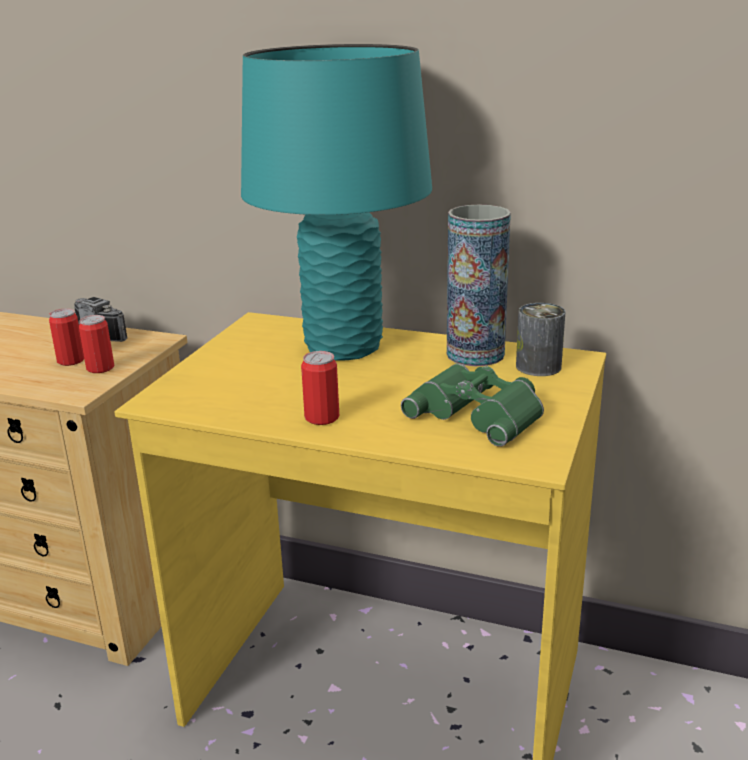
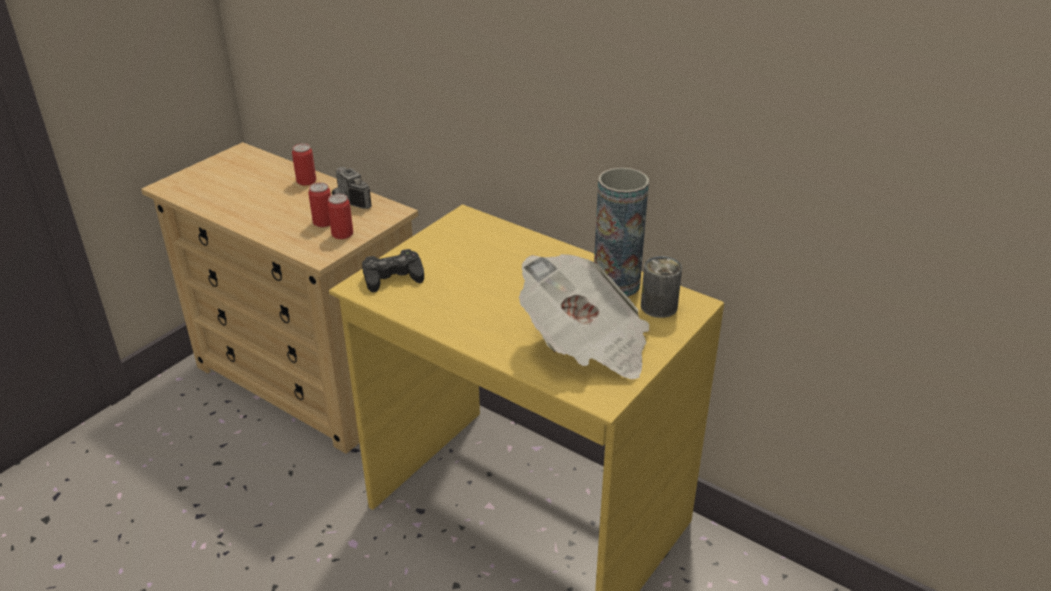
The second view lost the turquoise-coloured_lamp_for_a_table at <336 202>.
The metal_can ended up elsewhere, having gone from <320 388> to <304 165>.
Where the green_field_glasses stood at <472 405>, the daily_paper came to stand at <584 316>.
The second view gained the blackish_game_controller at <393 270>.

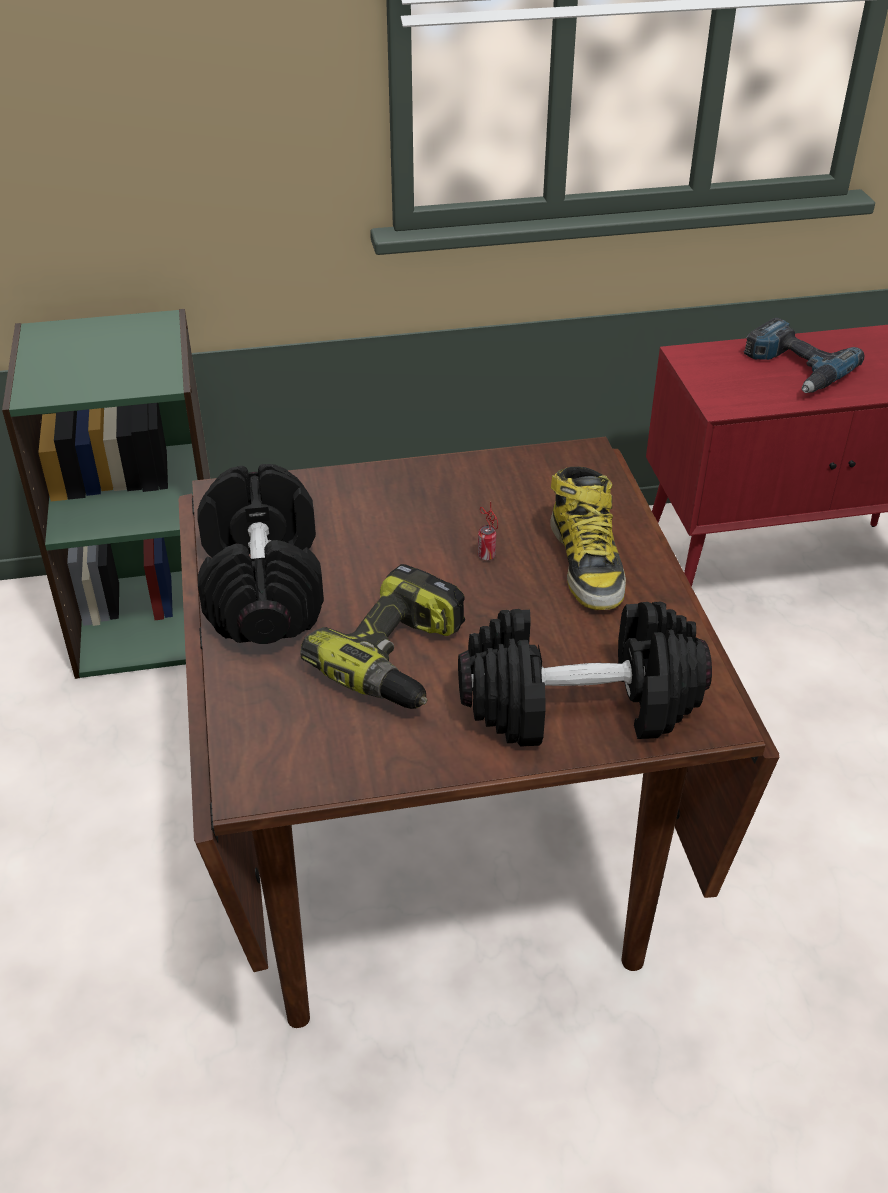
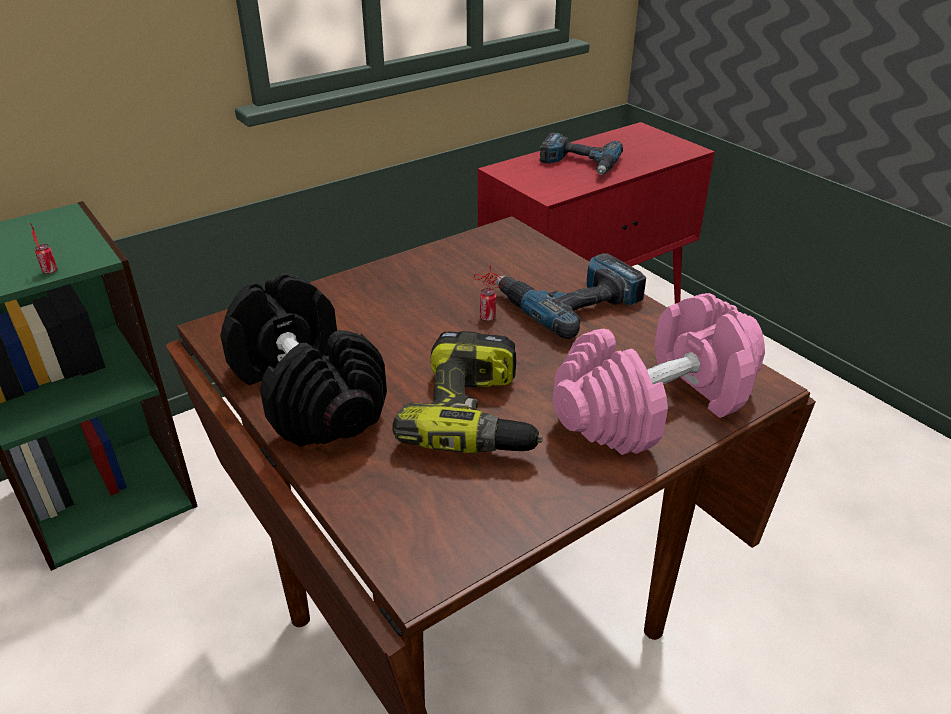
Where the tall_boot stood at <588 538>, the electric_drill came to stand at <571 296>.
What was the blackish_dumbbell at <585 673> turned into the pink-coloured_dumbbell at <659 374>.
The second view gained the metal_can at <44 248>.

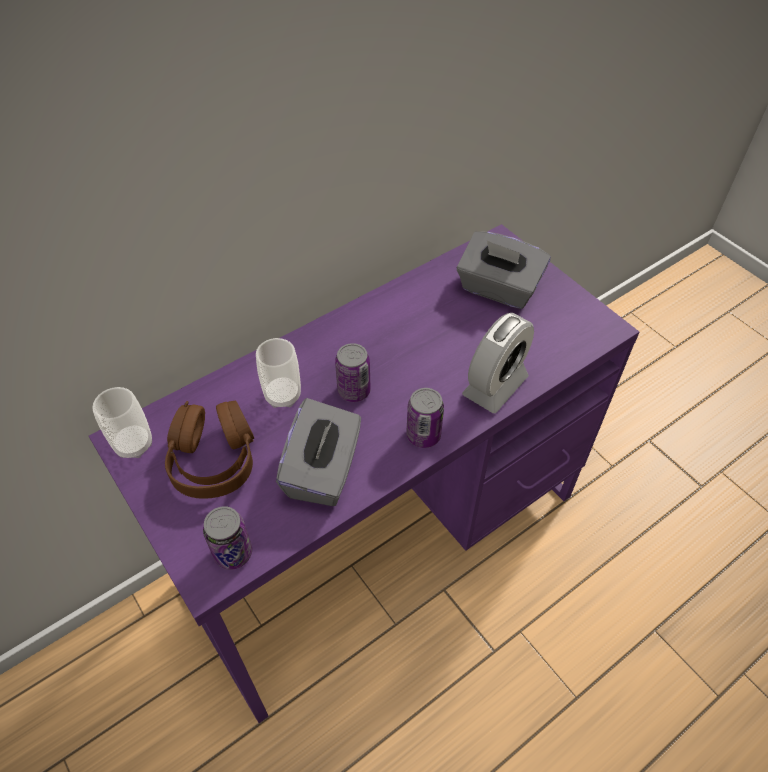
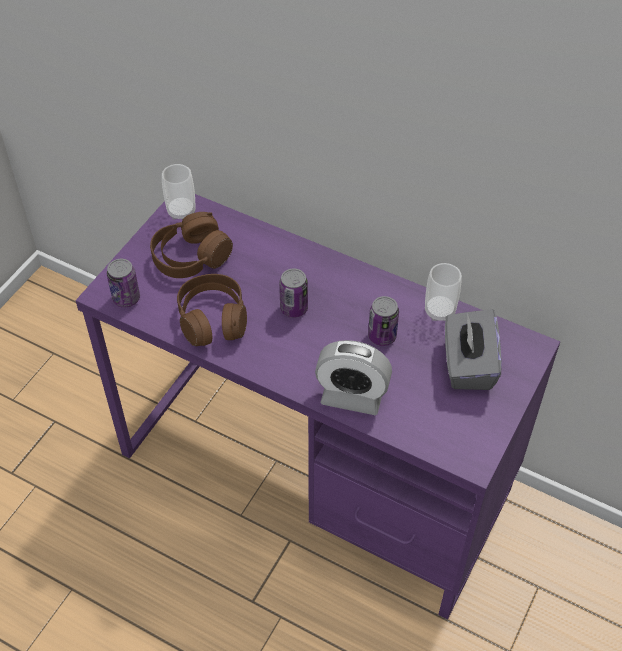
The drinking_cup ended up elsewhere, having gone from <278 373> to <443 292>.
The metal_can ended up elsewhere, having gone from <425 418> to <383 321>.
Where the greyish_box_of_tissues stood at <318 452>, the brownish_headphones came to stand at <212 310>.

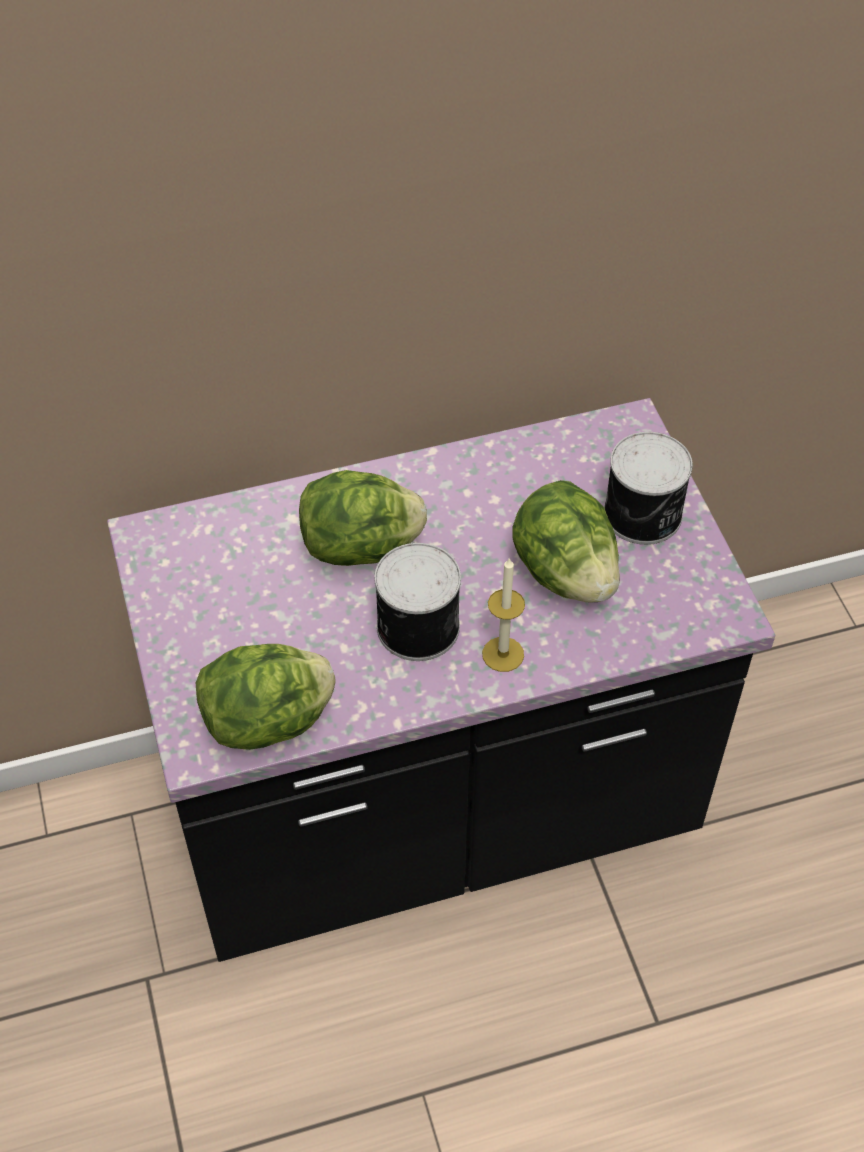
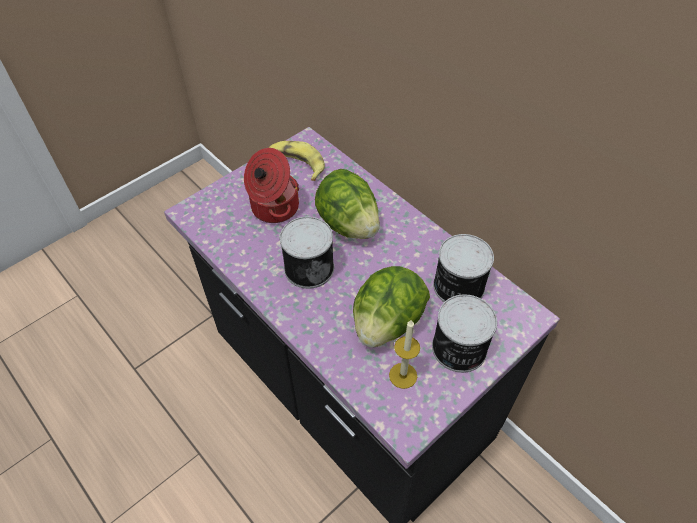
The candle ended up elsewhere, having gone from <503 614> to <404 354>.
The second view lost the lettuce_head at <266 697>.
The second view gained the banana at <297 161>.
The second view gained the saucepot at <271 185>.
The second view gained the metal_can at <463 268>.

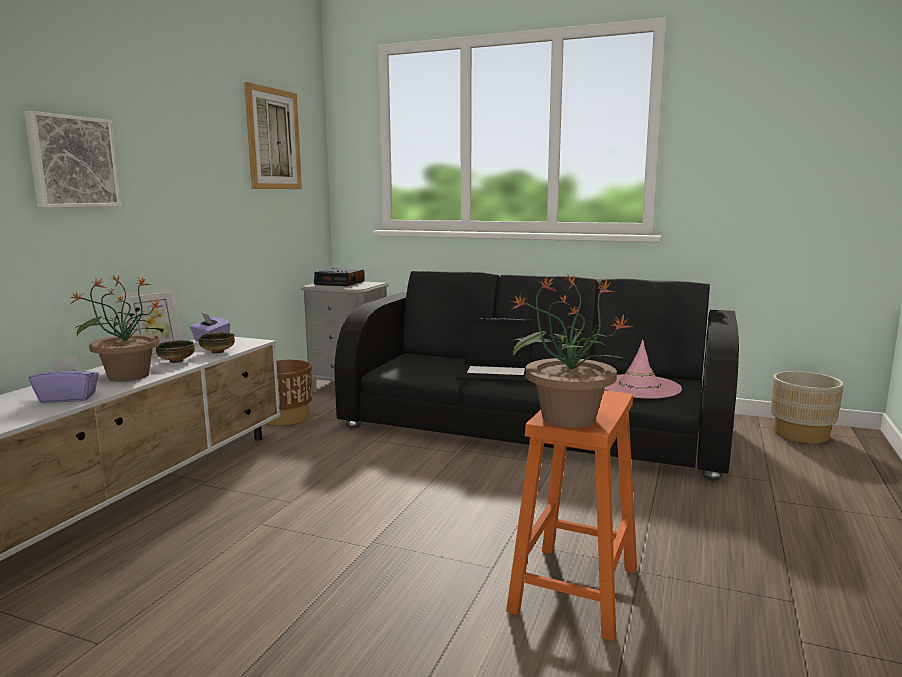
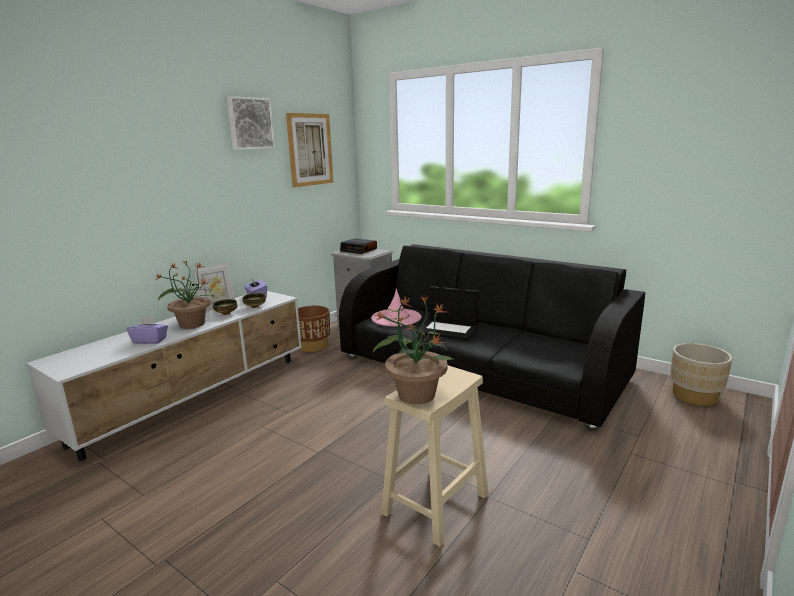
The picture ended up elsewhere, having gone from <72 159> to <251 123>.
The pink-coloured_hat ended up elsewhere, having gone from <643 369> to <396 307>.
What was the orange_sitting_stool at <571 516> turned into the beige-coloured_sitting_stool at <434 456>.

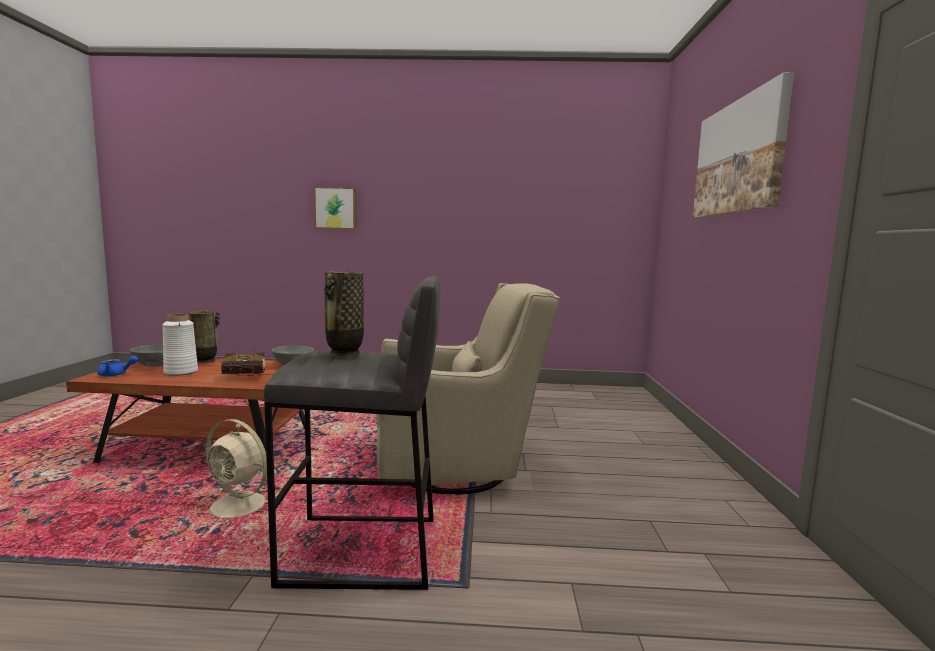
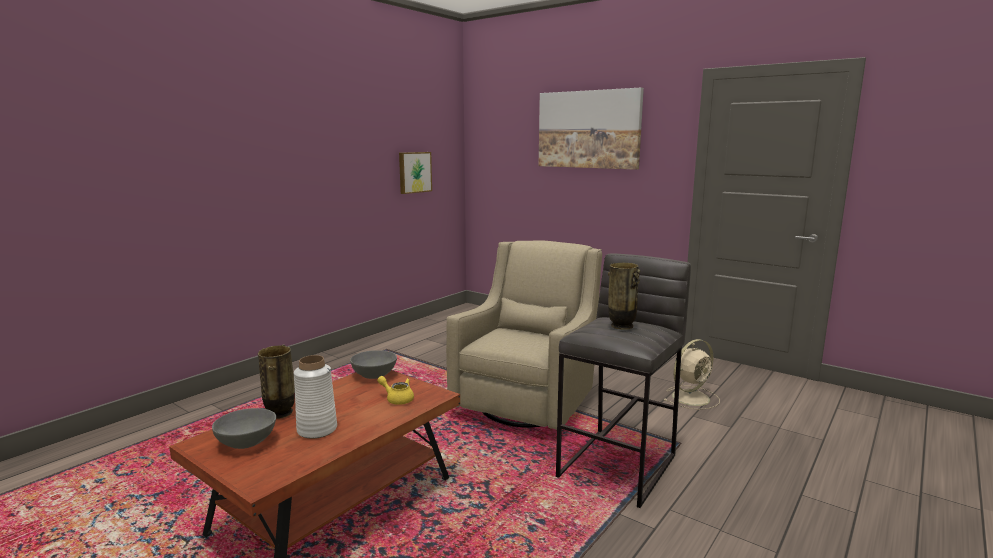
The picture ended up elsewhere, having gone from <335 208> to <415 173>.
Where the volume stood at <247 363>, the yellowish_tea_pot came to stand at <395 390>.
The second view lost the blue_tea_pot at <117 366>.
The beige-coloured_electric_fan ended up elsewhere, having gone from <230 468> to <691 374>.

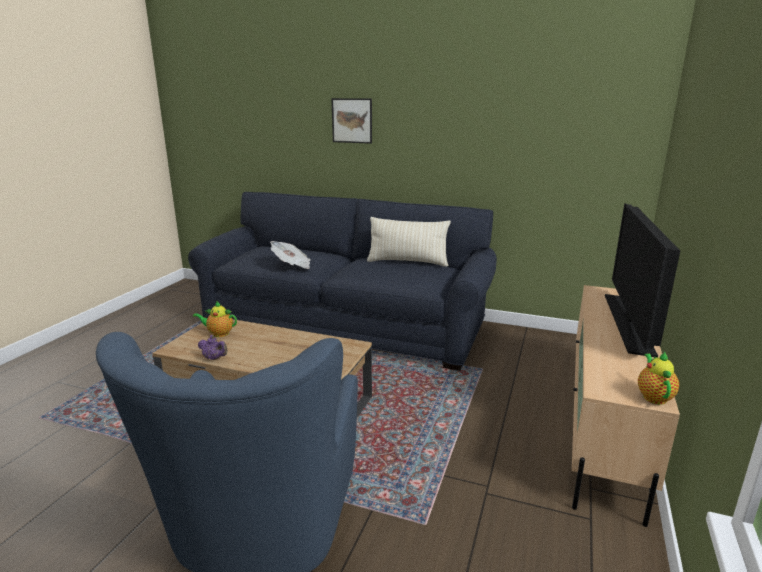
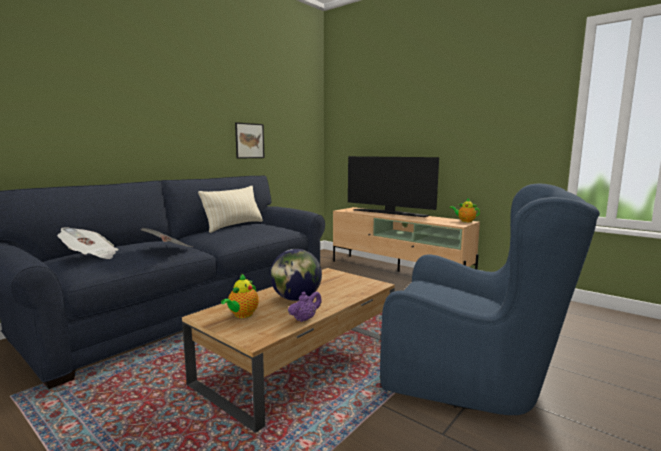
The picture ended up elsewhere, having gone from <351 121> to <250 140>.
The second view gained the daily_paper at <88 243>.
The second view gained the desk_globe at <296 275>.

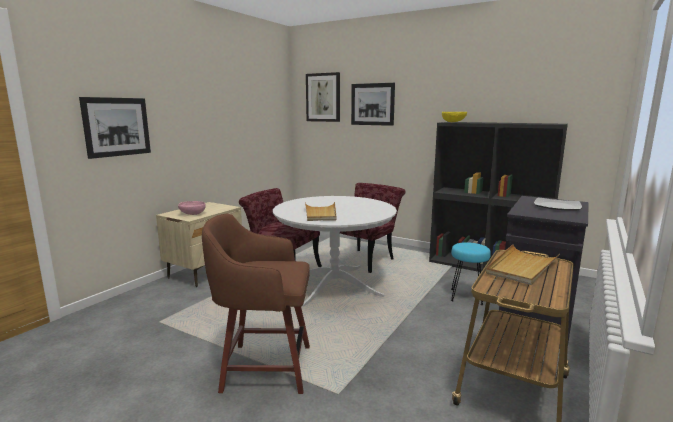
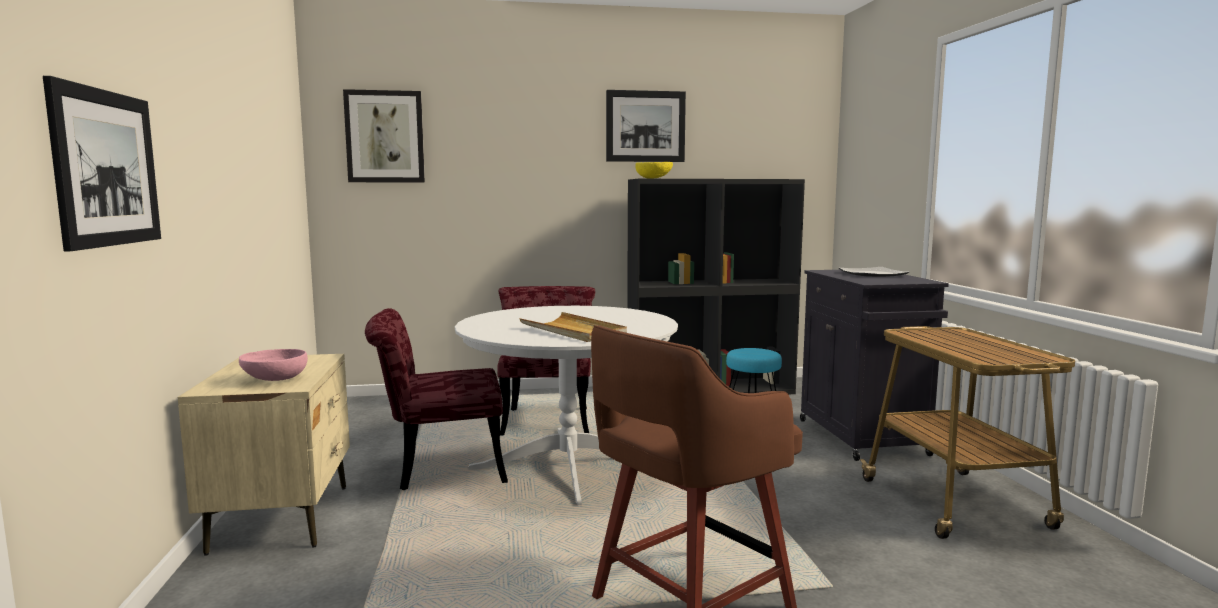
The picture ended up elsewhere, having gone from <373 104> to <646 126>.
The second view lost the beige-coloured_tray at <523 264>.

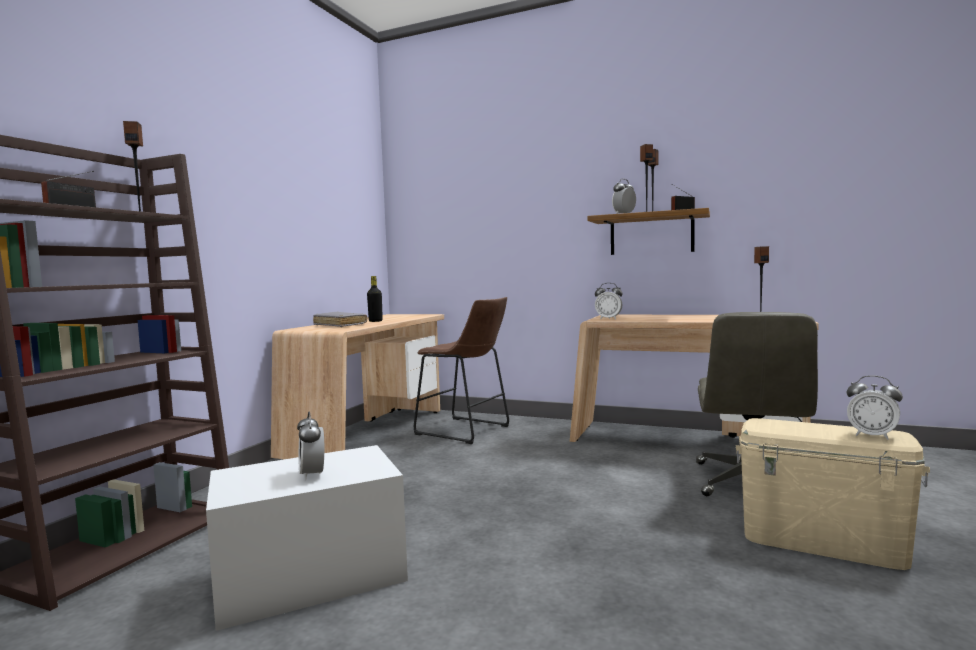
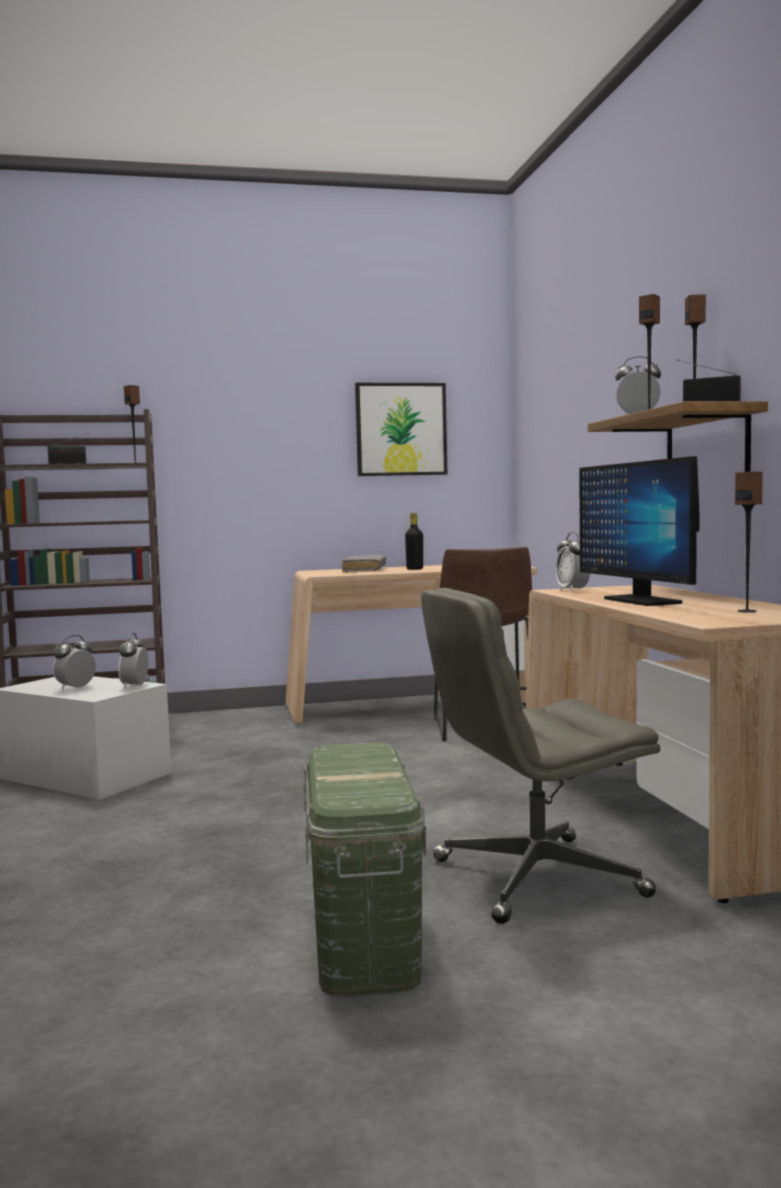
The table_clock ended up elsewhere, having gone from <875 407> to <133 661>.
What was the beige-coloured_storage_box at <833 494> turned into the green_storage_box at <364 869>.
The second view gained the picture at <401 429>.
The second view gained the computer_display at <639 531>.

